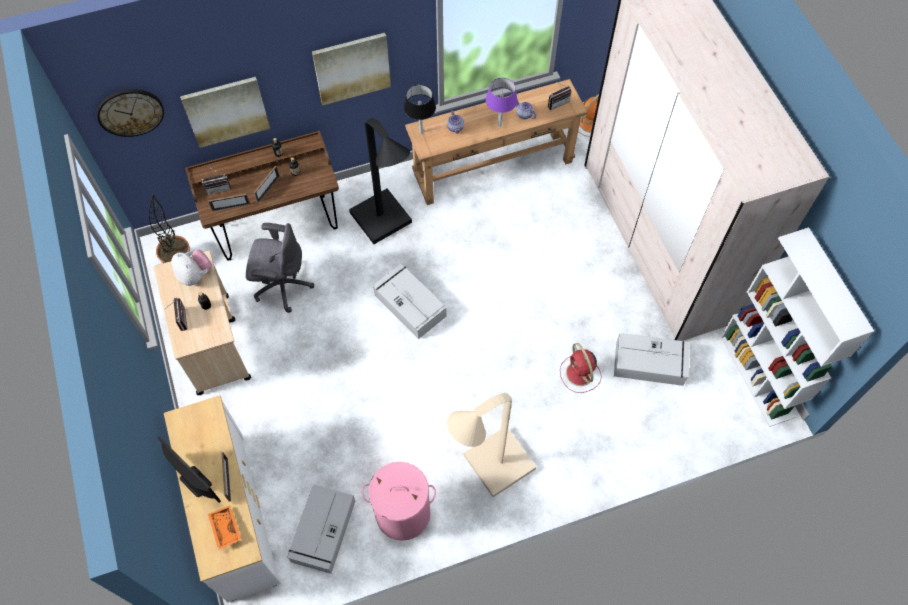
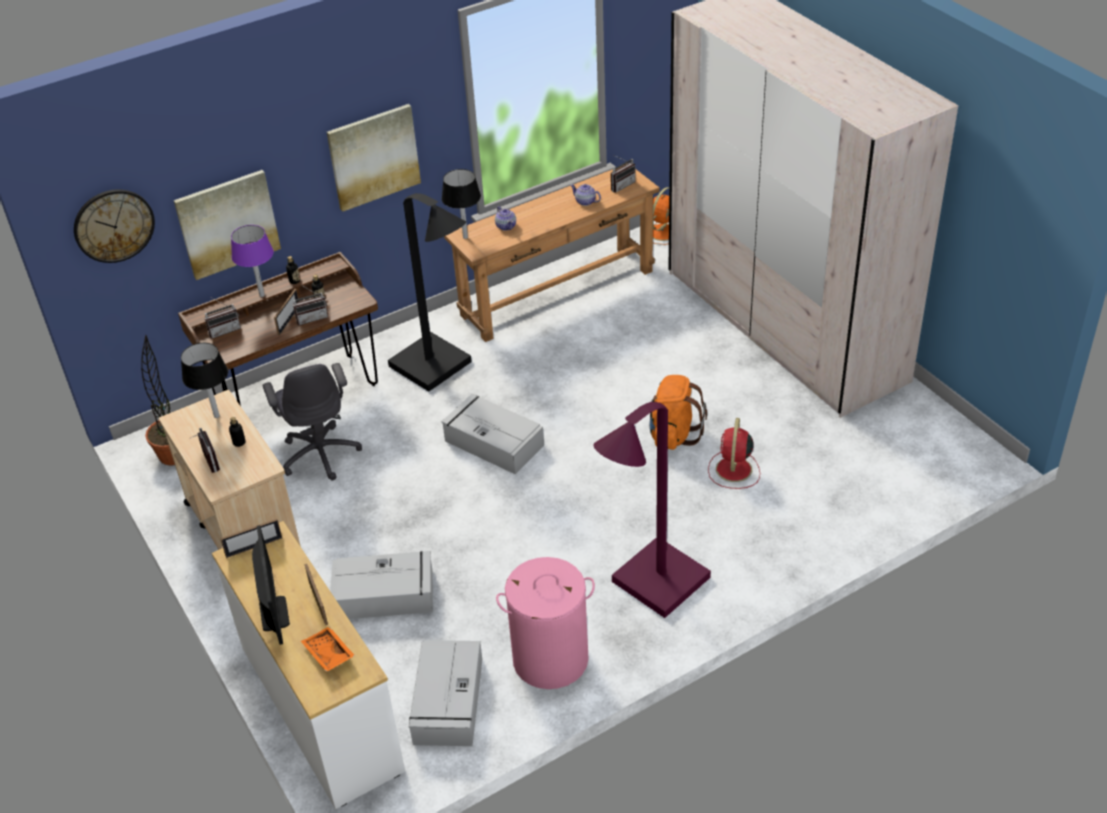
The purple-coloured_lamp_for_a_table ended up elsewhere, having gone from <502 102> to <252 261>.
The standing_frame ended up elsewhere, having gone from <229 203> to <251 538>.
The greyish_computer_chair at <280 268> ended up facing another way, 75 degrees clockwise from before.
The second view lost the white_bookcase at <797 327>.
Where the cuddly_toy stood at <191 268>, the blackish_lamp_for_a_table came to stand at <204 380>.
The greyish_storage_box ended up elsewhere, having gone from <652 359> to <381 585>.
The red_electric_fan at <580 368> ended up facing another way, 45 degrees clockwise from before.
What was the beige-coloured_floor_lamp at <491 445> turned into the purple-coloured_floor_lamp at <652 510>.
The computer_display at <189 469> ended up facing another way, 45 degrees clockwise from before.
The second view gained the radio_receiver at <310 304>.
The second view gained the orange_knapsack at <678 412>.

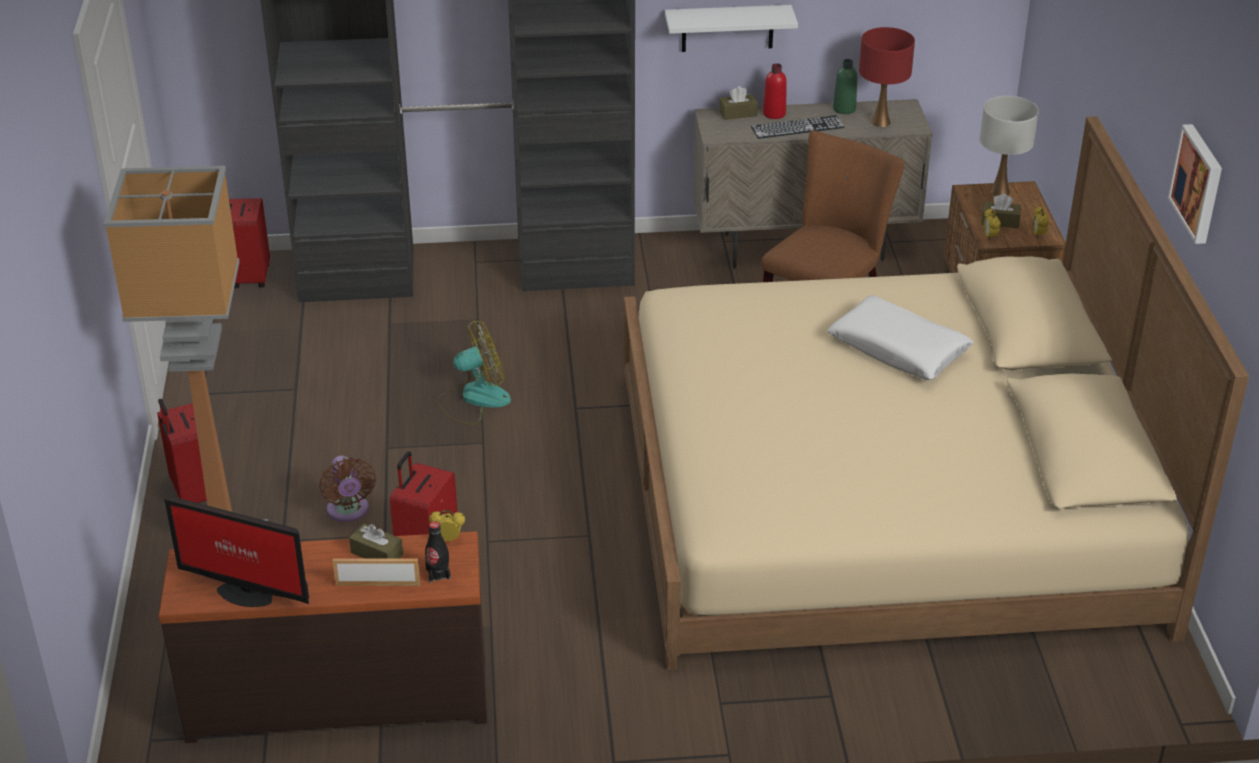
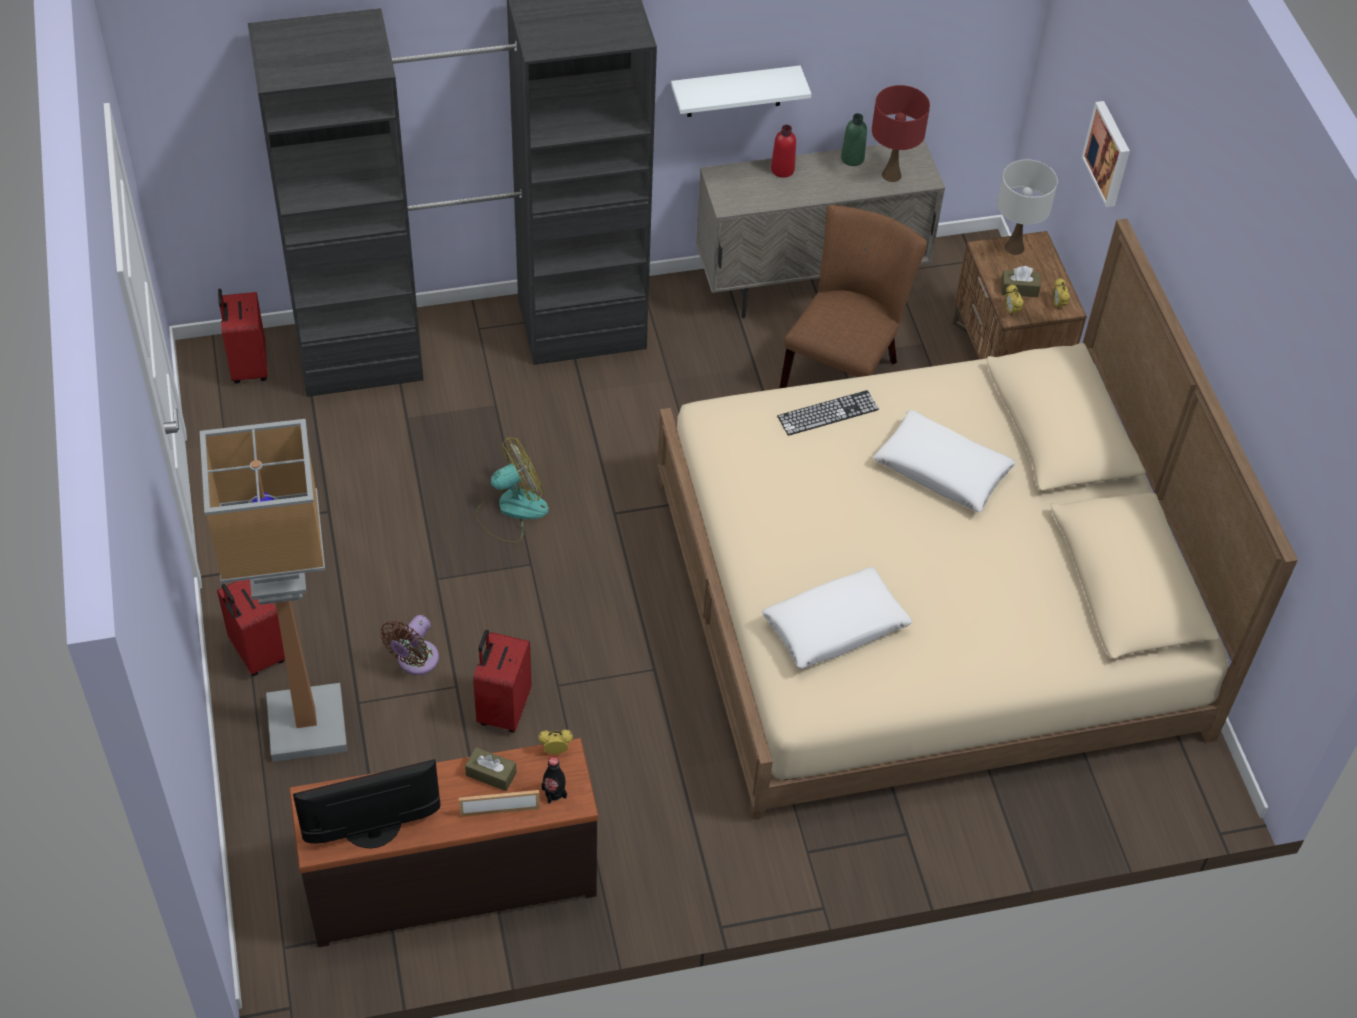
The second view lost the brownish_box_of_tissues at <738 103>.
The computer_keyboard ended up elsewhere, having gone from <798 127> to <828 413>.
The picture ended up elsewhere, having gone from <1195 184> to <1106 154>.
The brownish_electric_fan at <347 489> ended up facing another way, 60 degrees clockwise from before.
The computer_display at <237 552> ended up facing another way, 150 degrees clockwise from before.
The second view gained the white_pillow at <837 618>.

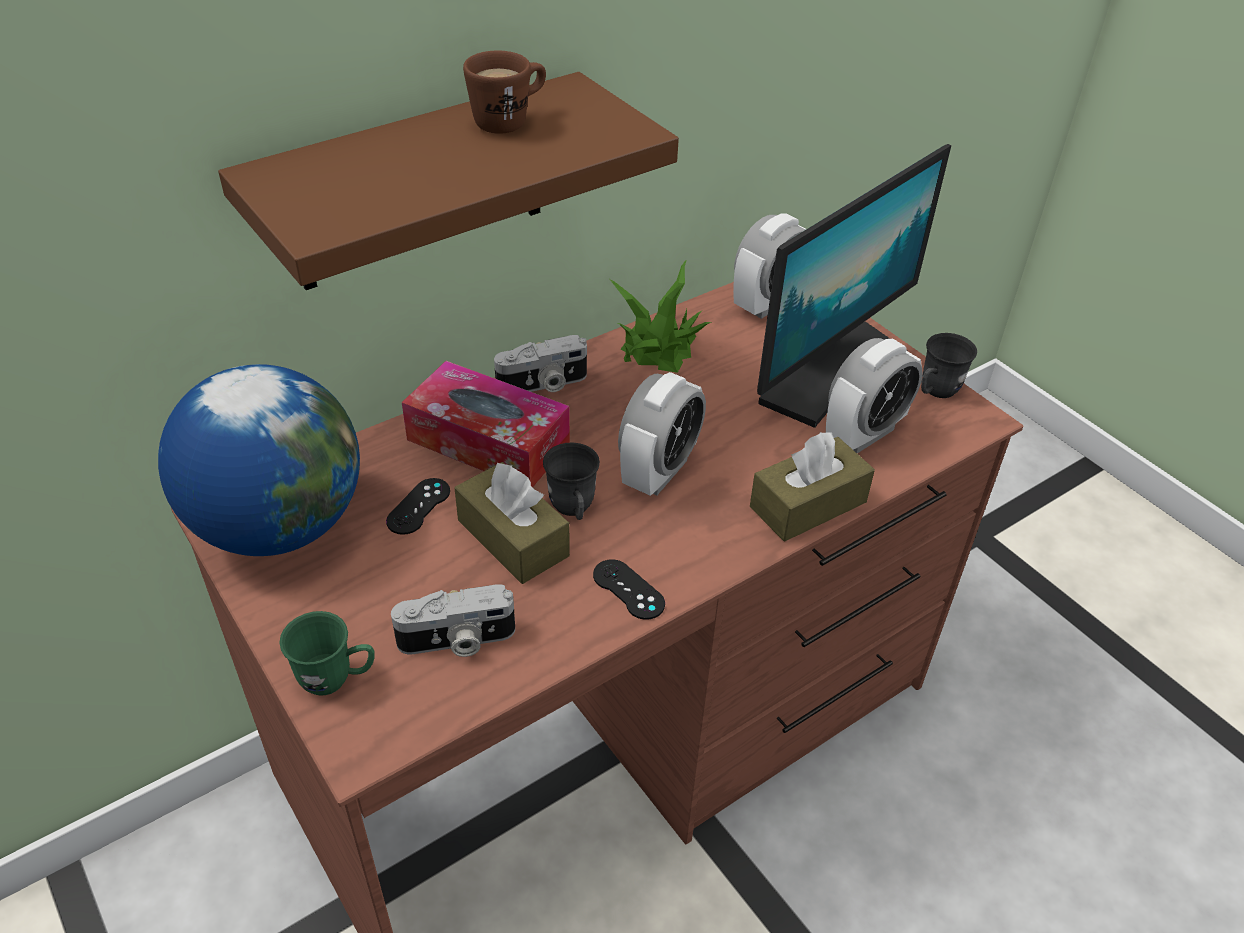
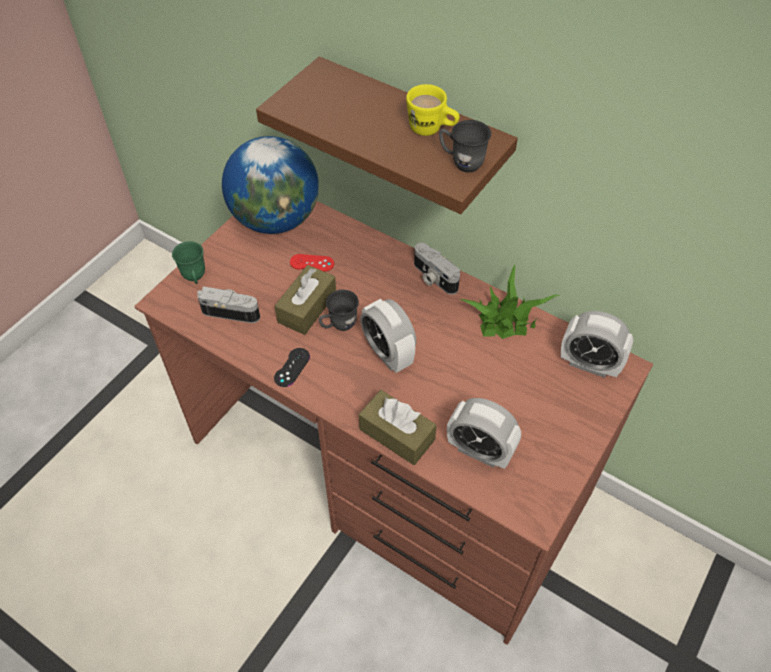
What was the brownish_tea_mug at <504 92> turned into the yellowish_tea_mug at <433 110>.
The second view lost the computer_display at <854 286>.
The greyish_tea_mug ended up elsewhere, having gone from <949 365> to <465 146>.
The second view lost the box_of_tissues at <486 424>.
The table_clock at <662 434> ended up facing another way, 45 degrees clockwise from before.
What was the blackish_game_controller at <418 506> turned into the red_game_controller at <312 263>.
The still_camera at <453 620> ended up facing another way, 135 degrees clockwise from before.

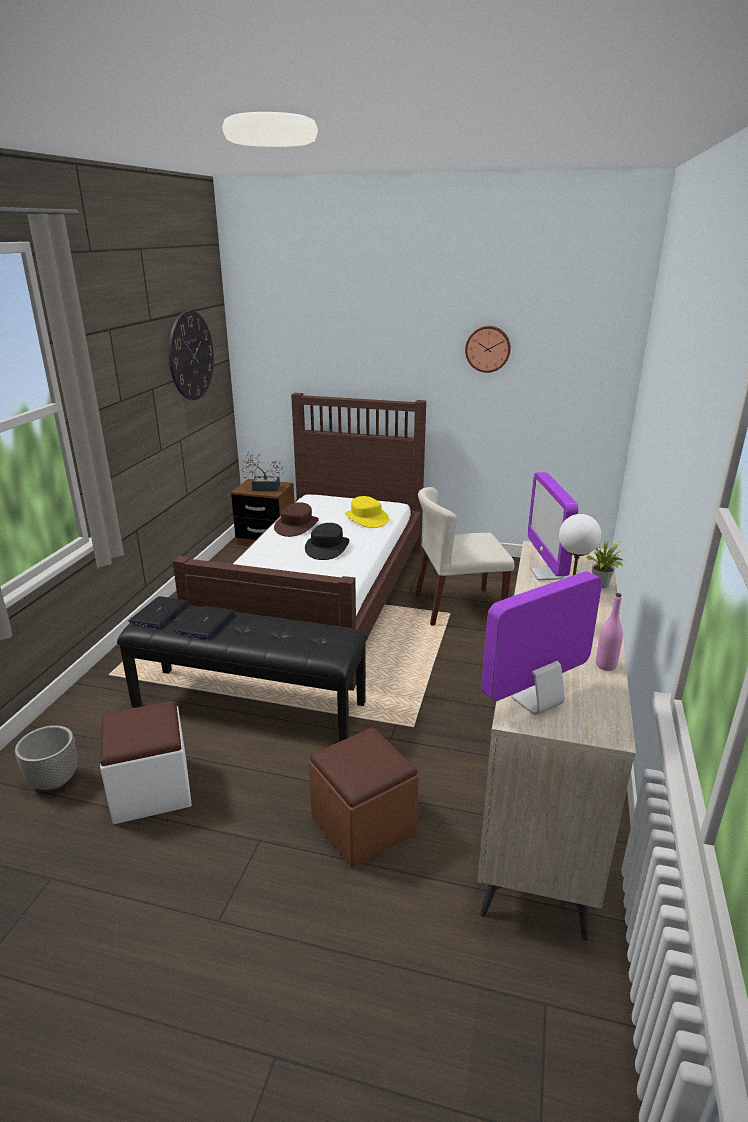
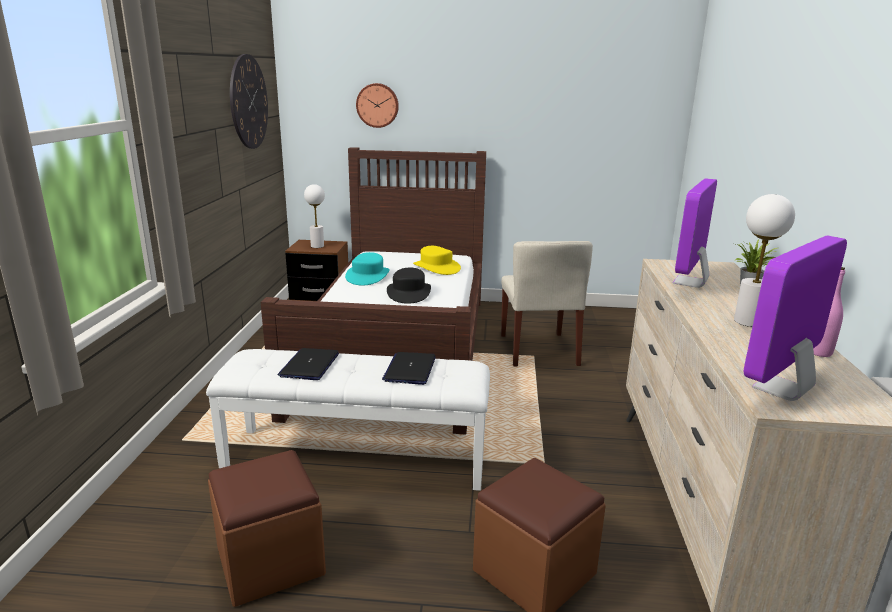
The wall_clock ended up elsewhere, having gone from <488 349> to <377 105>.
Where the houseplant stood at <263 471>, the white_lamp_for_a_table came to stand at <314 216>.
The computer_display at <553 526> ended up facing another way, 45 degrees clockwise from before.
The beige-coloured_chair at <465 556> ended up facing another way, 75 degrees counterclockwise from before.
What was the brownish_hat at <296 519> turned into the turquoise-coloured_hat at <367 269>.
The laptop ended up elsewhere, having gone from <158 612> to <409 368>.
What was the blackish_indoor_bench at <242 673> turned into the white_indoor_bench at <348 420>.
What was the white_footrest at <146 762> turned into the brownish_footrest at <267 528>.
The second view lost the plant_pot at <46 757>.

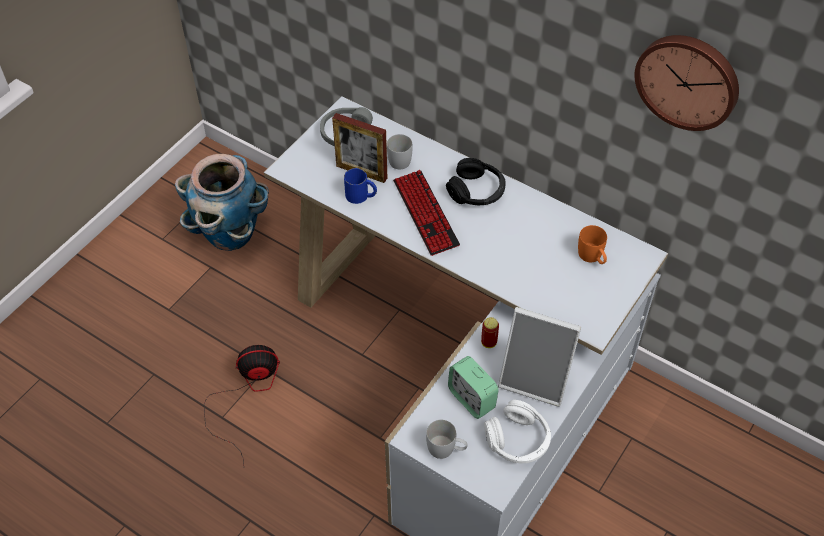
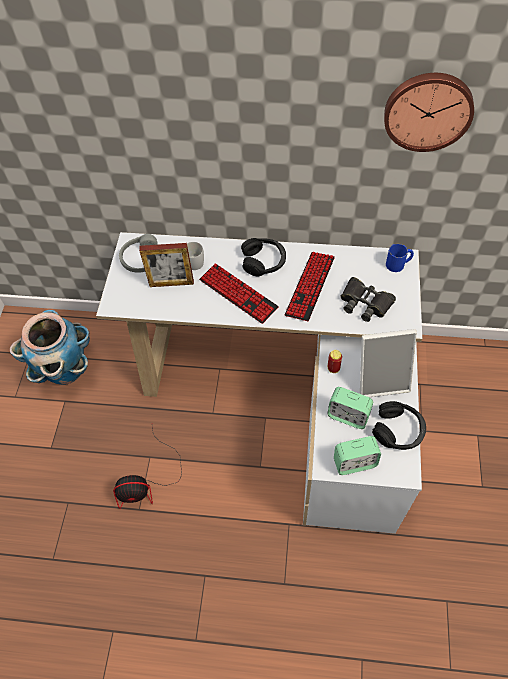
The blue_tea_mug ended up elsewhere, having gone from <360 186> to <400 258>.
The second view lost the orange_tea_mug at <592 244>.
The electric_fan at <242 405> ended up facing another way, 150 degrees counterclockwise from before.
What was the white_headphones at <517 431> turned into the blackish_headphones at <399 425>.
Where the white_tea_mug stood at <447 439>, the table_clock came to stand at <357 455>.
The second view gained the computer_keyboard at <310 286>.
The second view gained the blackish_field_glasses at <368 299>.

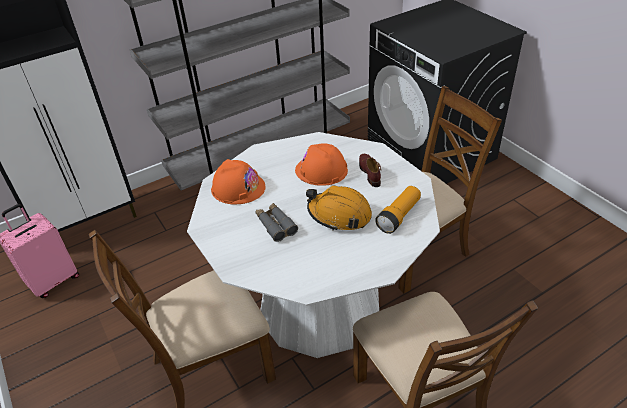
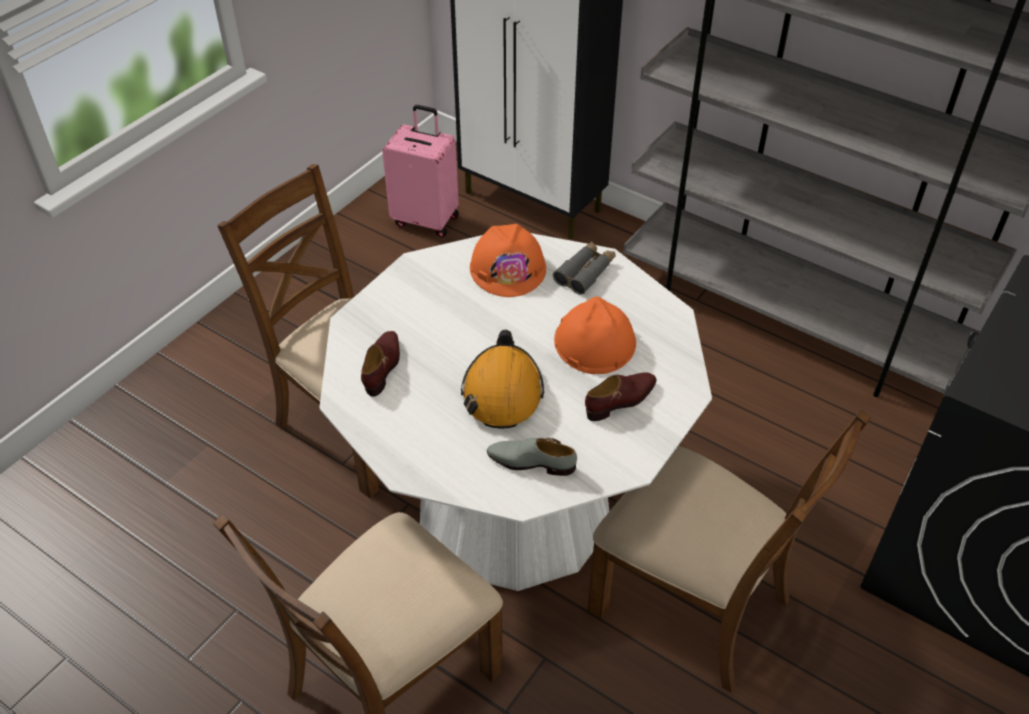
Where the torch stood at <398 210>, the greyish_shoe came to stand at <532 457>.
The greyish_field_glasses ended up elsewhere, having gone from <277 222> to <584 268>.
The second view gained the brownish_shoe at <380 364>.

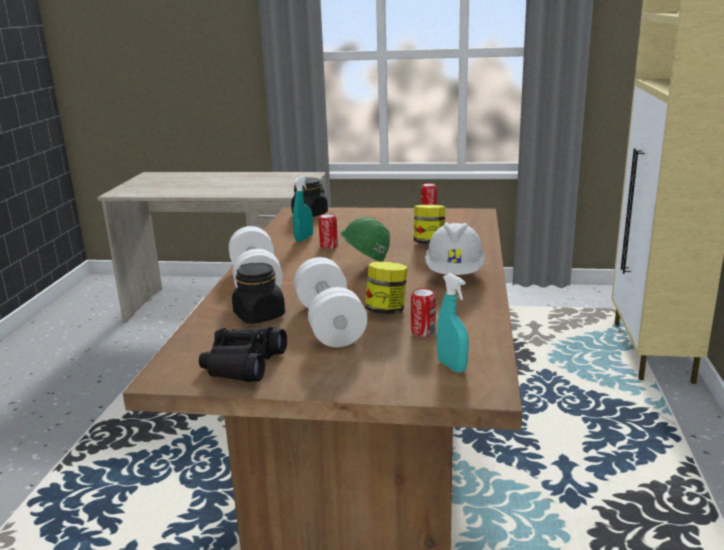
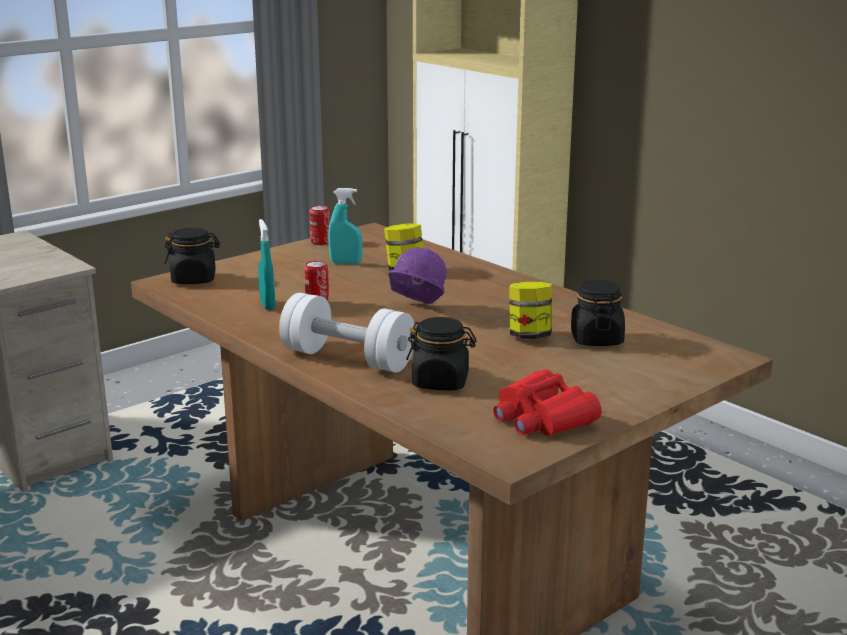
What was the green_safety_helmet at <365 239> turned into the purple-coloured_safety_helmet at <417 275>.
The second view lost the white_safety_helmet at <455 248>.
The second view lost the white_dumbbell at <330 302>.
The turquoise-coloured_hand_sprayer ended up elsewhere, having gone from <453 323> to <345 226>.
Where the metal_can stood at <423 312>, the blackish_storage_jar came to stand at <598 313>.
What was the blackish_field_glasses at <243 354> turned into the red_field_glasses at <547 403>.

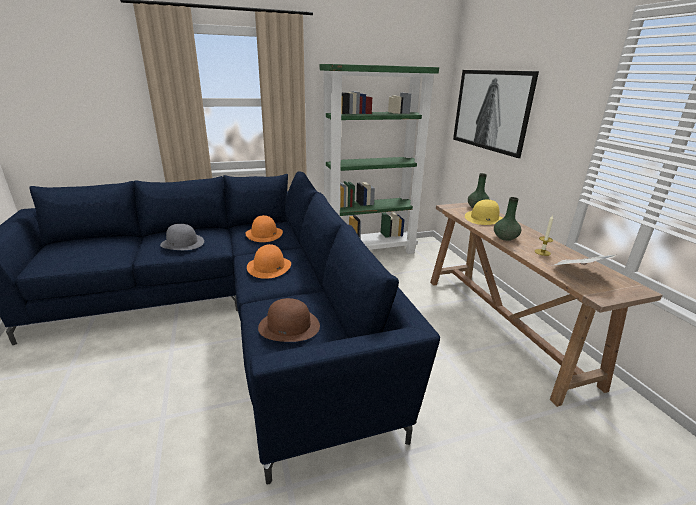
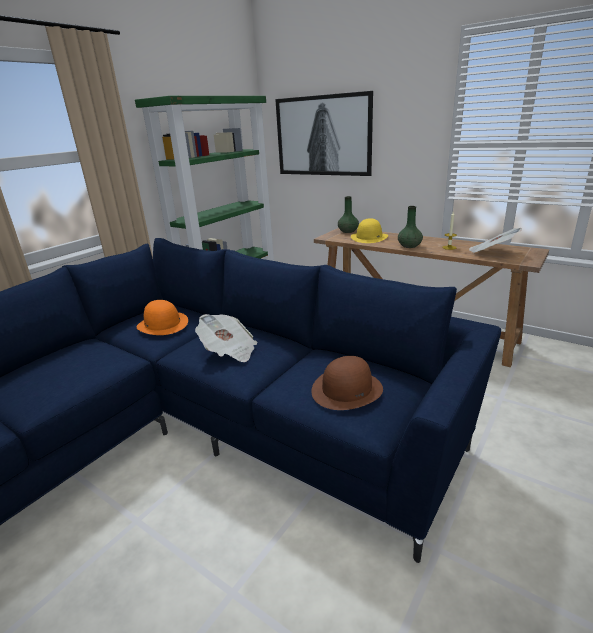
The second view lost the greyish_hat at <182 237>.
Where the orange_hat stood at <269 261>, the daily_paper came to stand at <226 338>.

